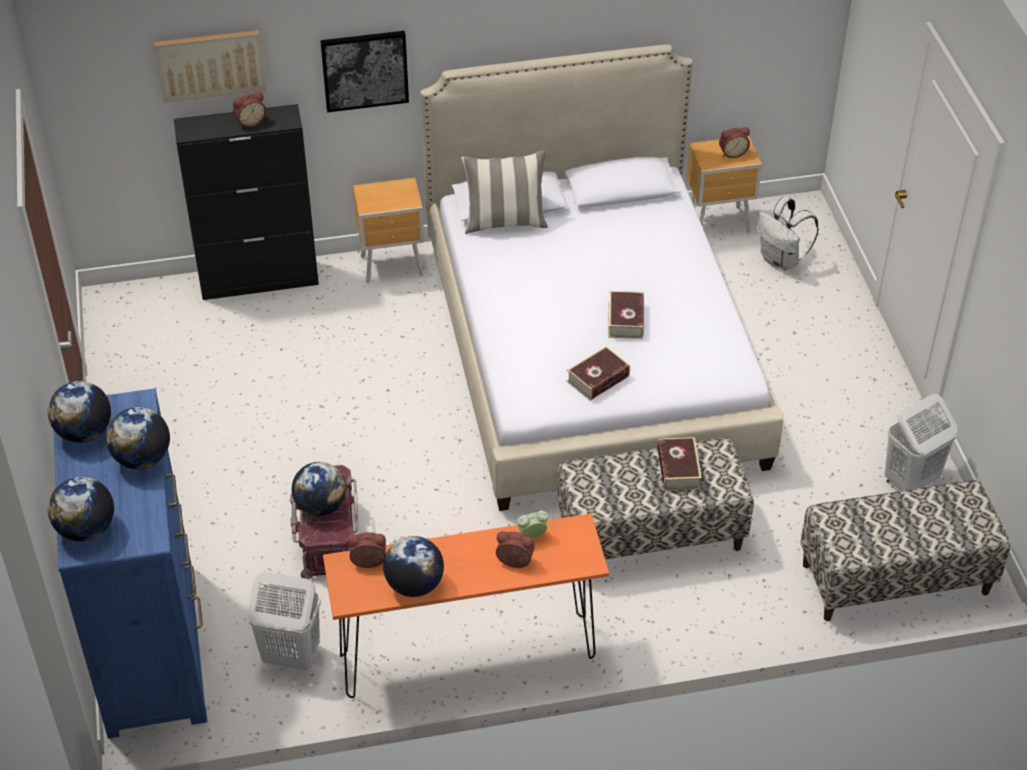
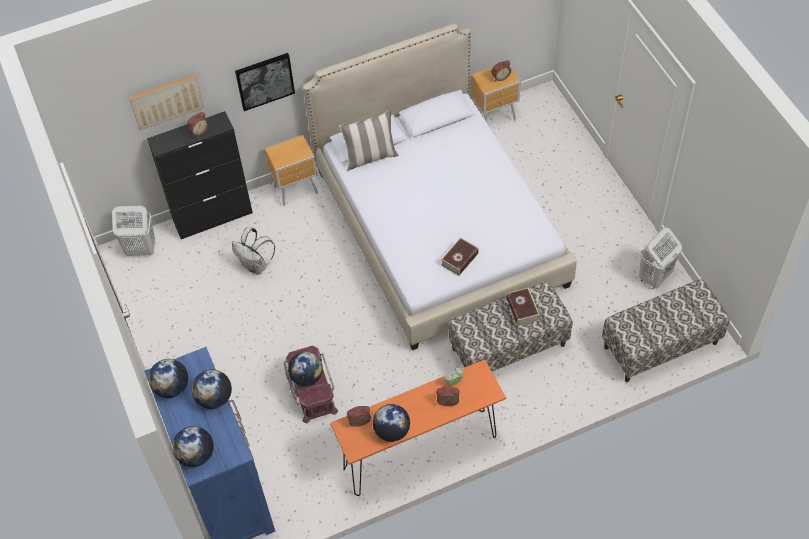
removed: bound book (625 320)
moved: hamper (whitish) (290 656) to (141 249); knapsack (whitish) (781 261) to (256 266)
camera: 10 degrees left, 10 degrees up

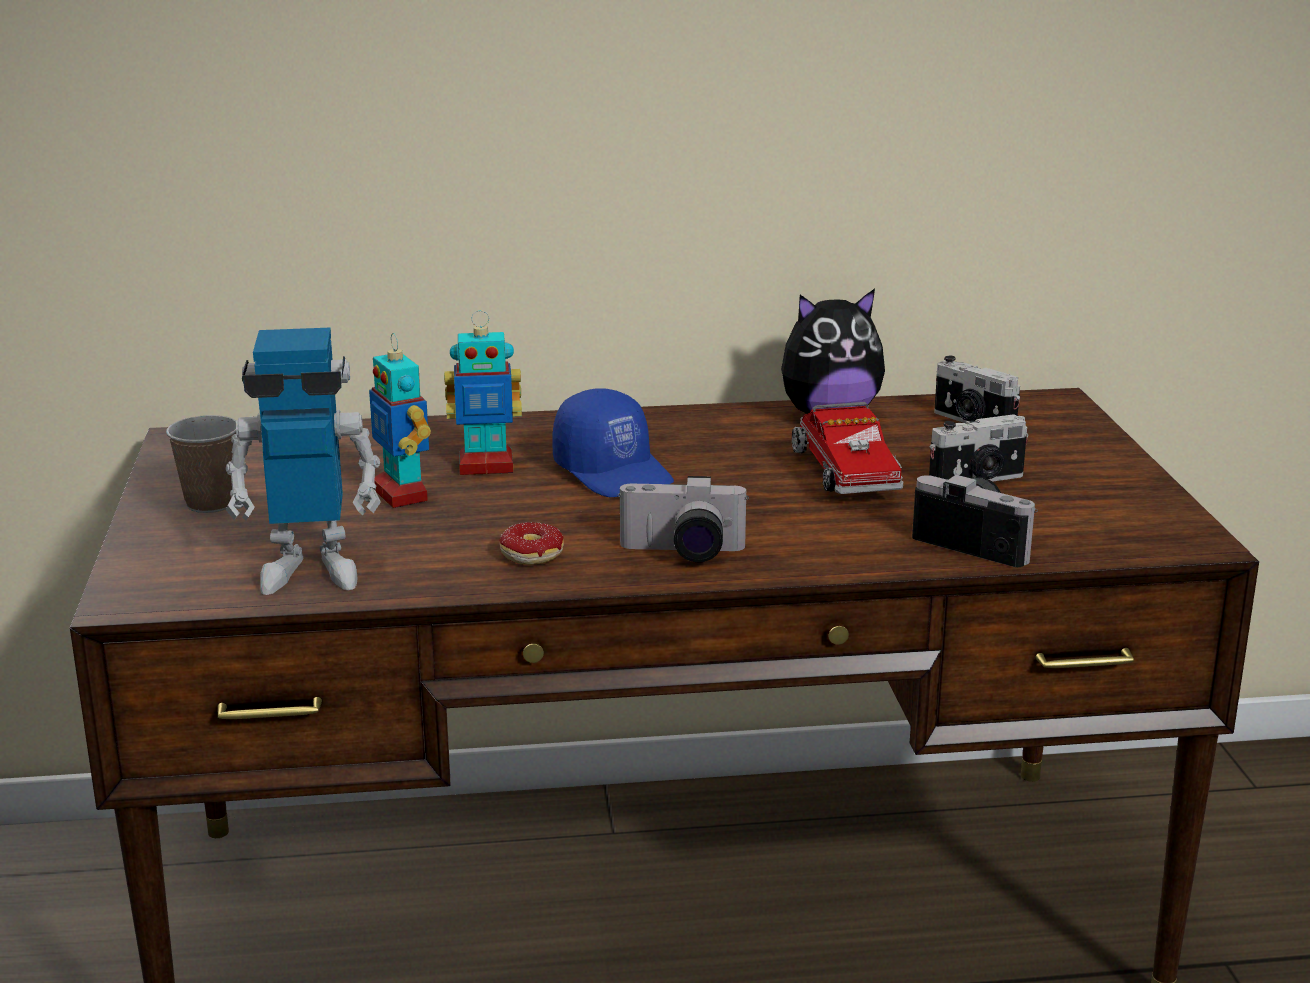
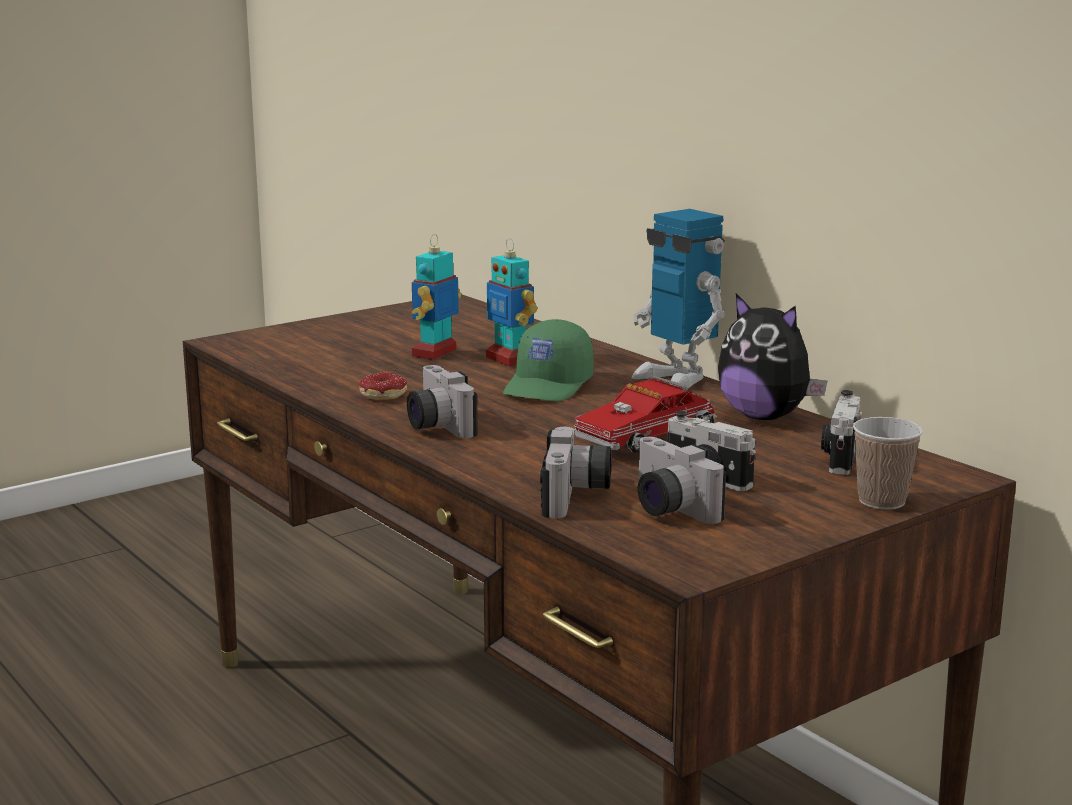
added: photo camera (665 509)
moved: small cup (211 503) to (881 501); robot figure (310 570) to (676 378)
recoloured: peaked cap (blue-coloured) (615 472) to peaked cap (greenish) (549 386)
camera: 60 degrees right, 5 degrees down

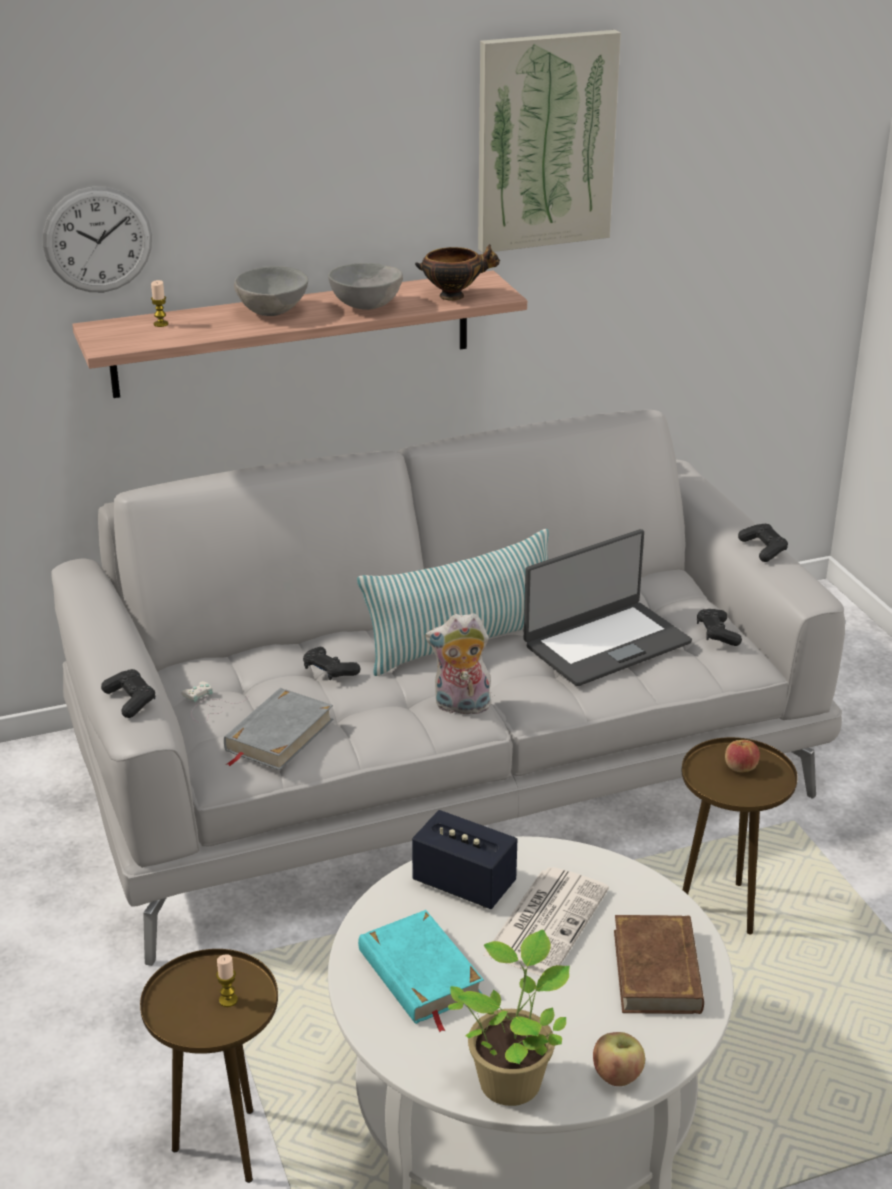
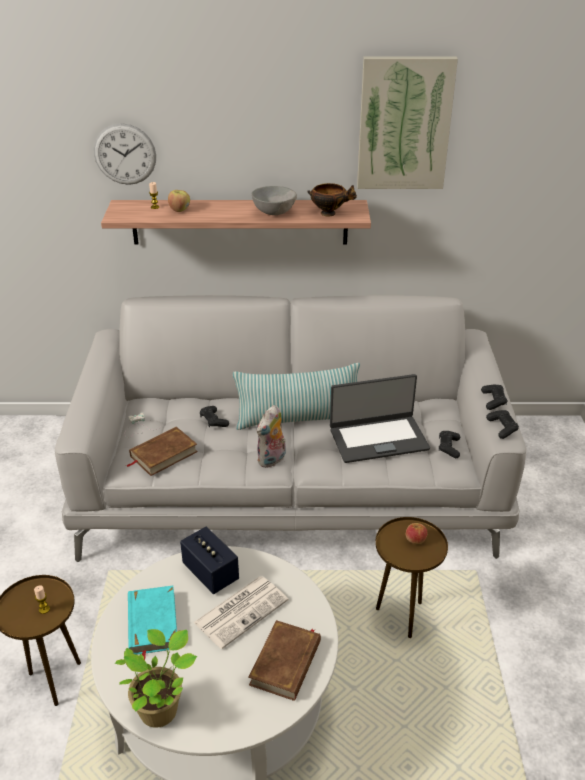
removed: bowl (grey) (274 312)
moved: joypad (blackish) (130 700) to (502 428); apple (617 1075) to (179 210)
recoloured: bound book (grey) (278 735) to bound book (brown-coloured) (163 454)
turned: soft toy (461 707) = (272 460) 75 degrees counterclockwise
camera: 20 degrees right, 5 degrees up

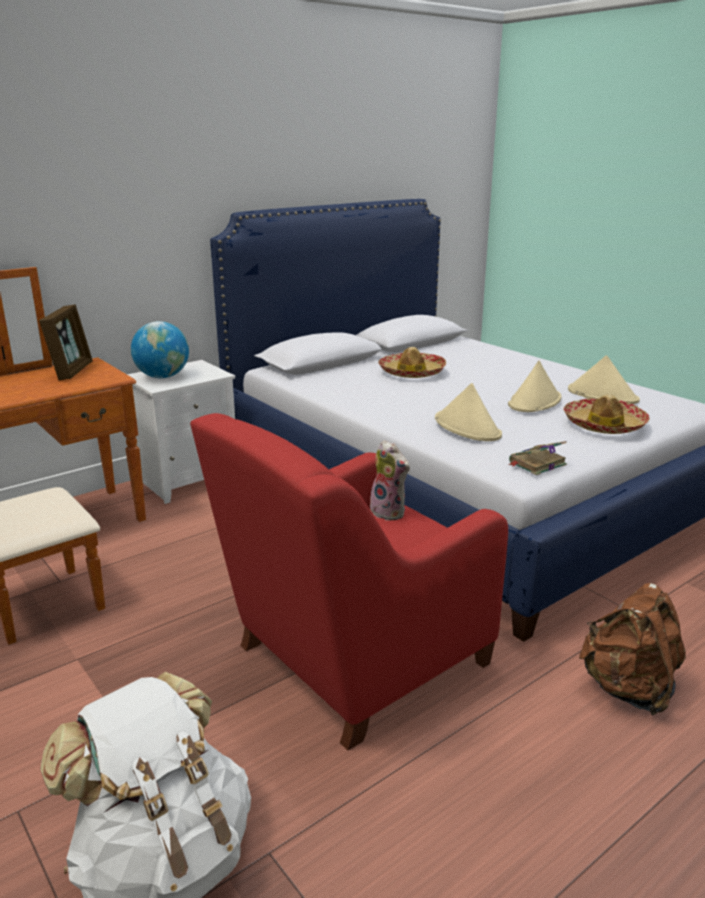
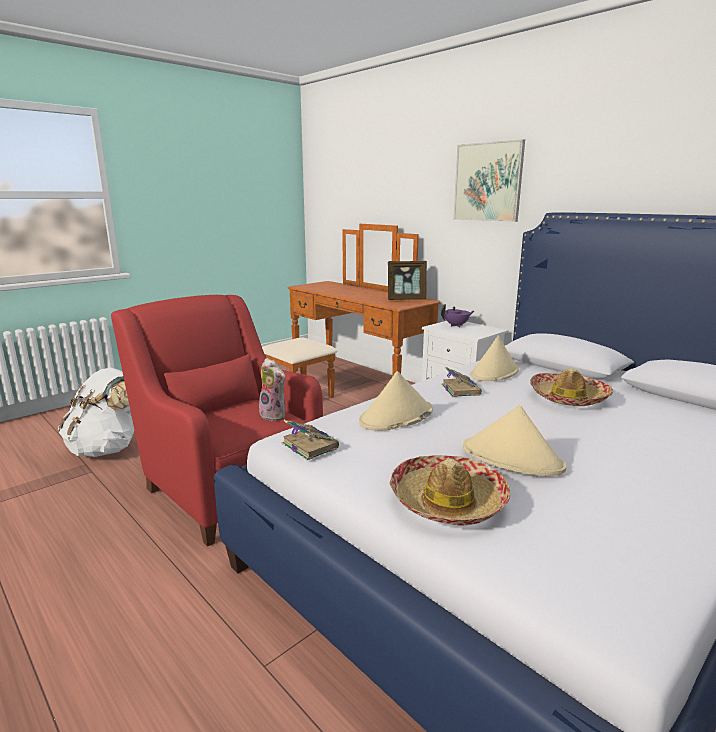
removed: knapsack (brown-coloured) (628 689)
added: bound book (460 389); picture (488 182)
moved: wearable hat (sand-coloured) (602 395) to (494 372)
replaced: desk globe (162 377) to teapot (purple-coloured) (456 325)
turned: soft toy (390 512) = (275 415) 90 degrees counterclockwise
camera: 85 degrees right, 5 degrees down

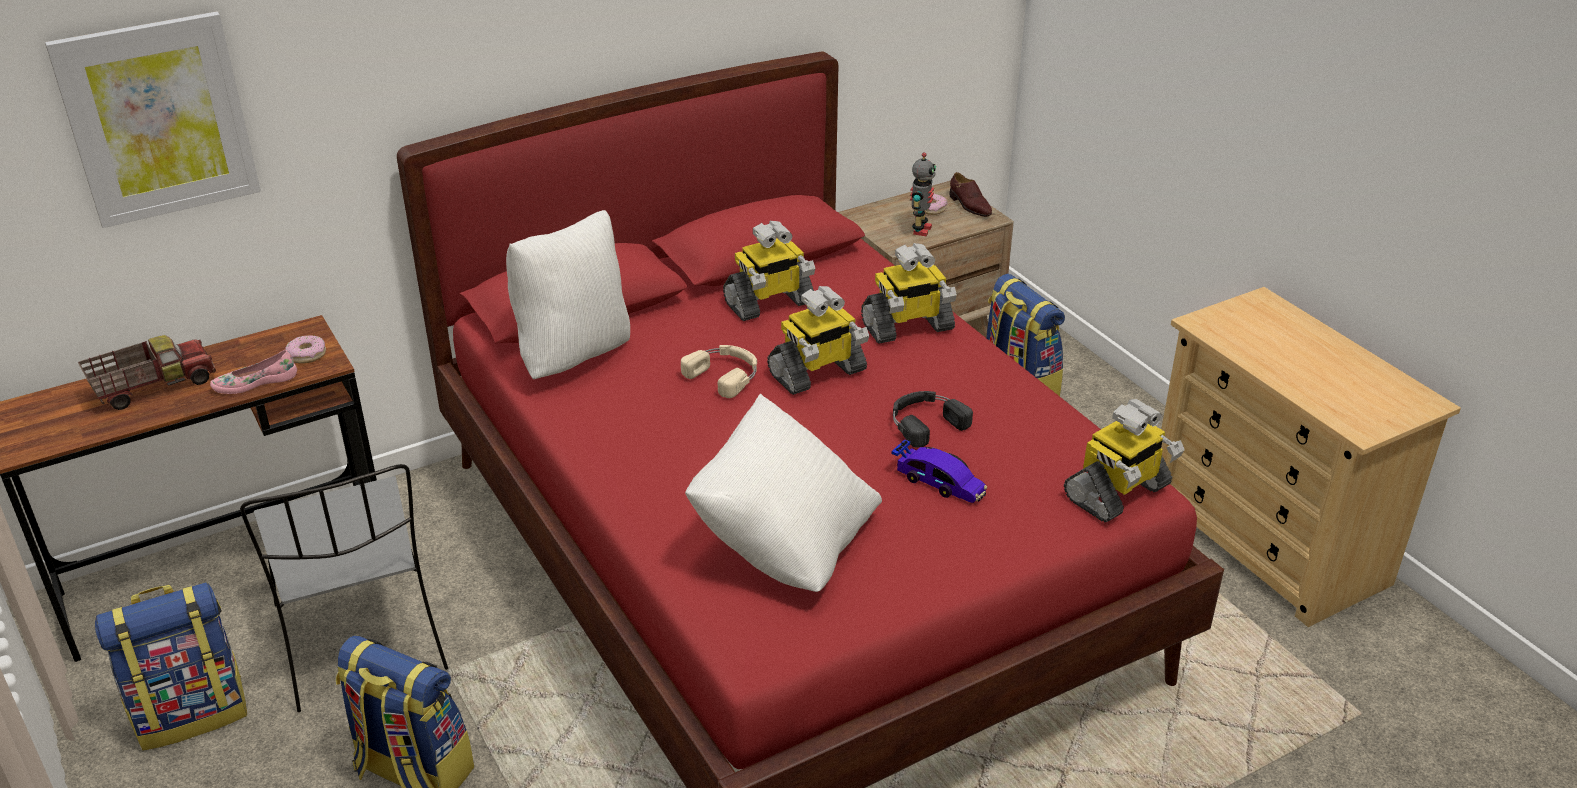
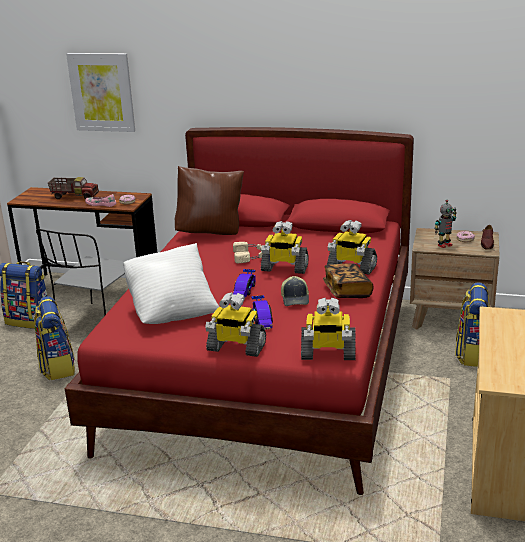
added: model car (244 290); bound book (347 291)
moved: robot figure (769 303) to (235 347)
replaced: headphones (blackish) (925 422) to peaked cap (295 299)
recoloured: throw pillow (whitish) (574 355) to throw pillow (brown-coloured) (211 232)
camera: 45 degrees right, 10 degrees down

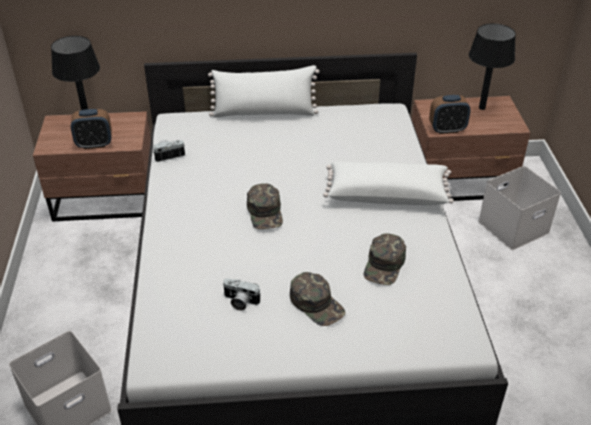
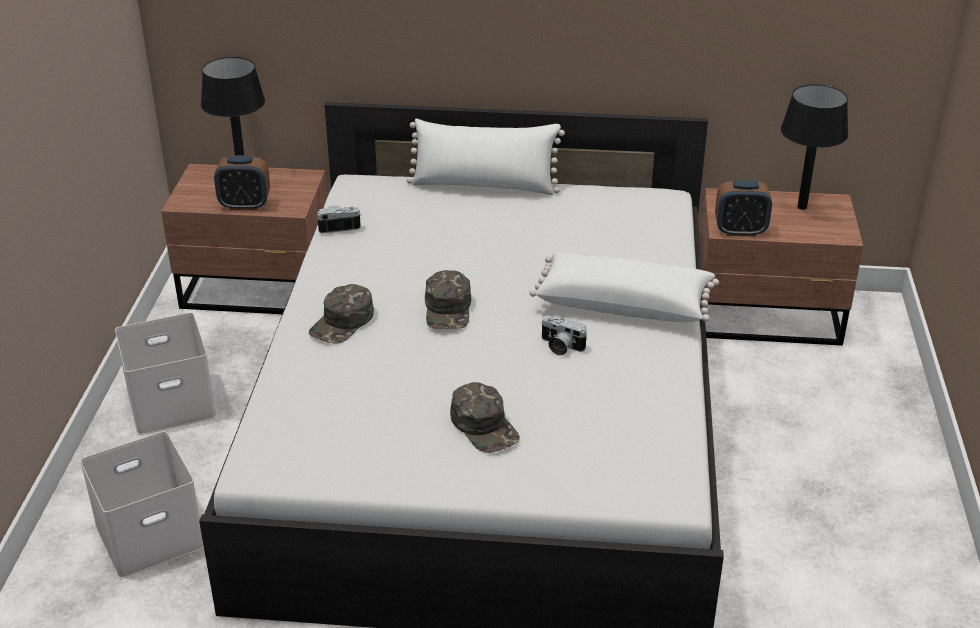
moved: photo camera (240 302) to (560 346); peaked cap (greenish) (385 265) to (343 322); storage box (whitish) (513 226) to (172 402)
camera: 10 degrees right, 5 degrees down

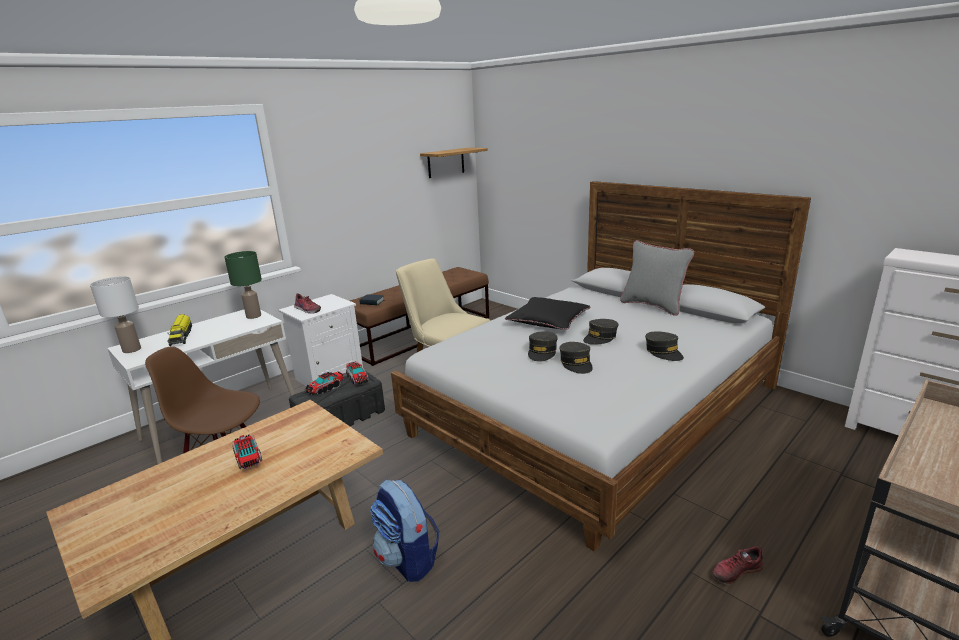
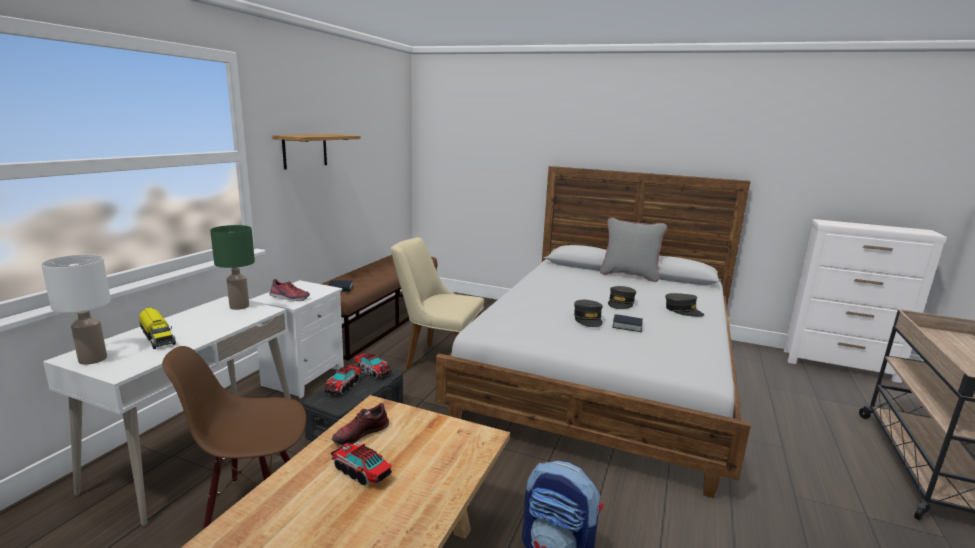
removed: throw pillow (blackish) (548 320)
moved: shelf (446 162) to (305 151); item of footwear (735 571) to (360 433)
replaced: peaked cap (grey) (576 363) to bound book (627 326)
camera: 25 degrees left, 5 degrees down

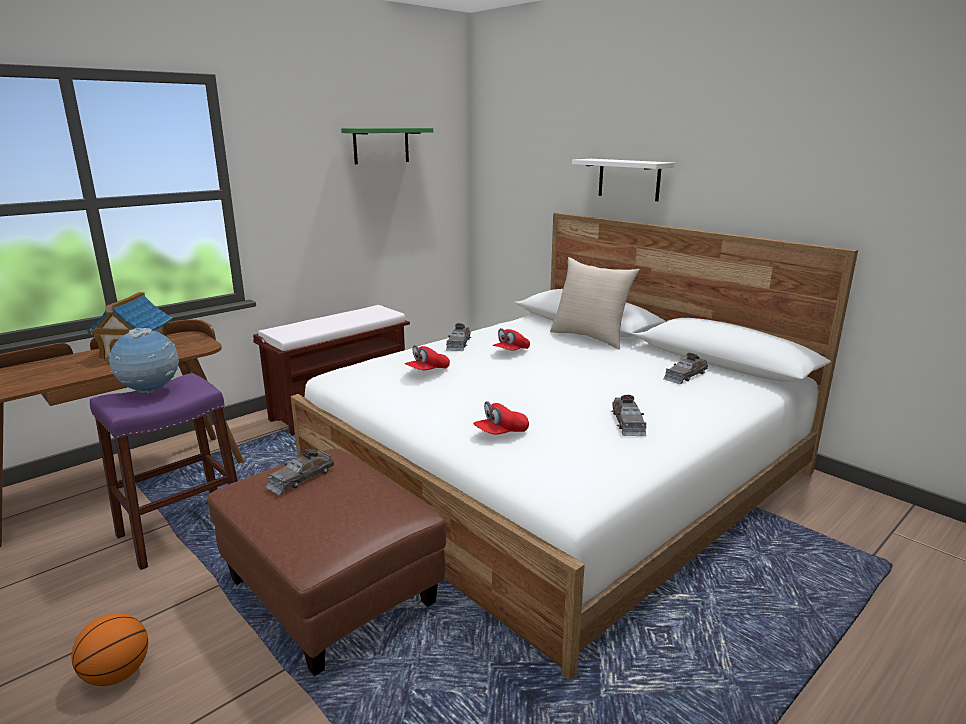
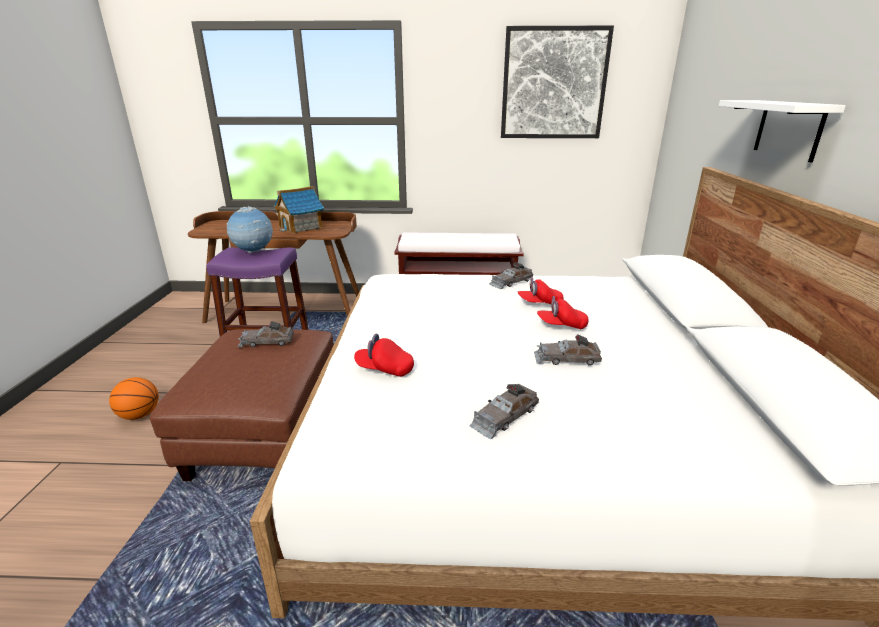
removed: throw pillow (sand-coloured) (590 337)
moved: peaked cap (red-coloured) (427 371) to (561 325); model car (grey) (685 375) to (566 359)
replaced: shelf (greenish) (381 145) to picture (554 84)
camera: 45 degrees right, 5 degrees up

